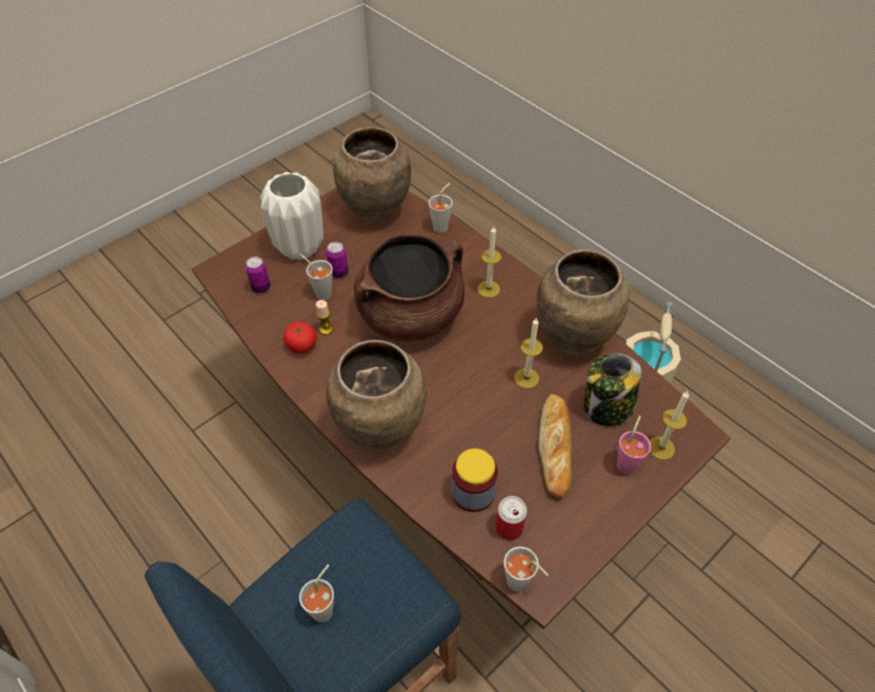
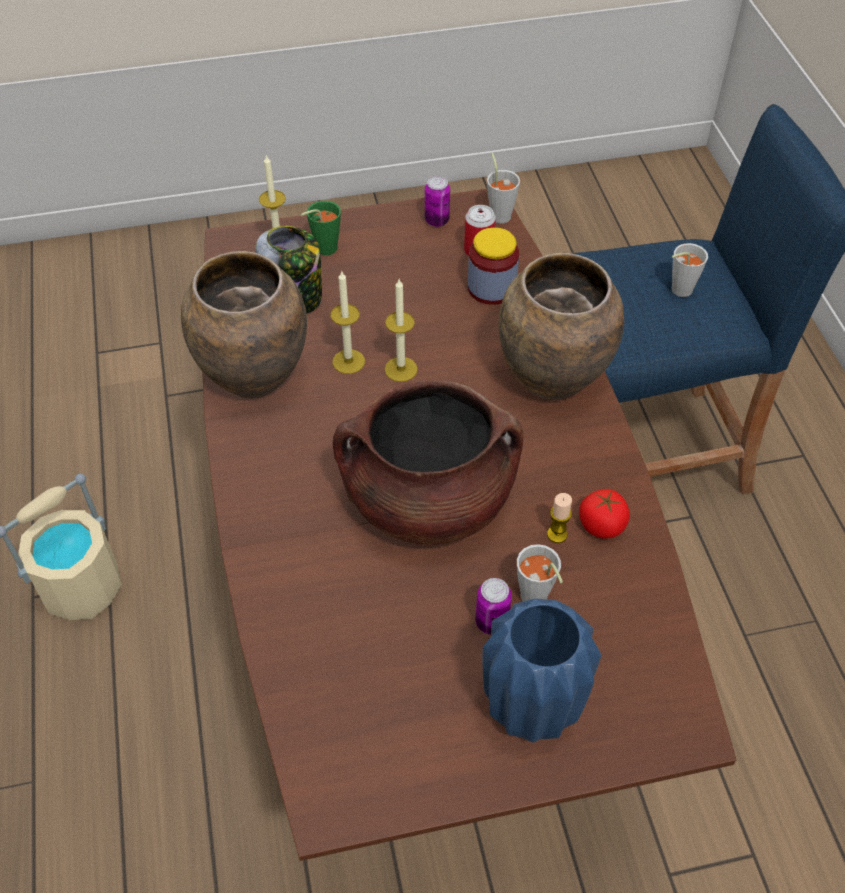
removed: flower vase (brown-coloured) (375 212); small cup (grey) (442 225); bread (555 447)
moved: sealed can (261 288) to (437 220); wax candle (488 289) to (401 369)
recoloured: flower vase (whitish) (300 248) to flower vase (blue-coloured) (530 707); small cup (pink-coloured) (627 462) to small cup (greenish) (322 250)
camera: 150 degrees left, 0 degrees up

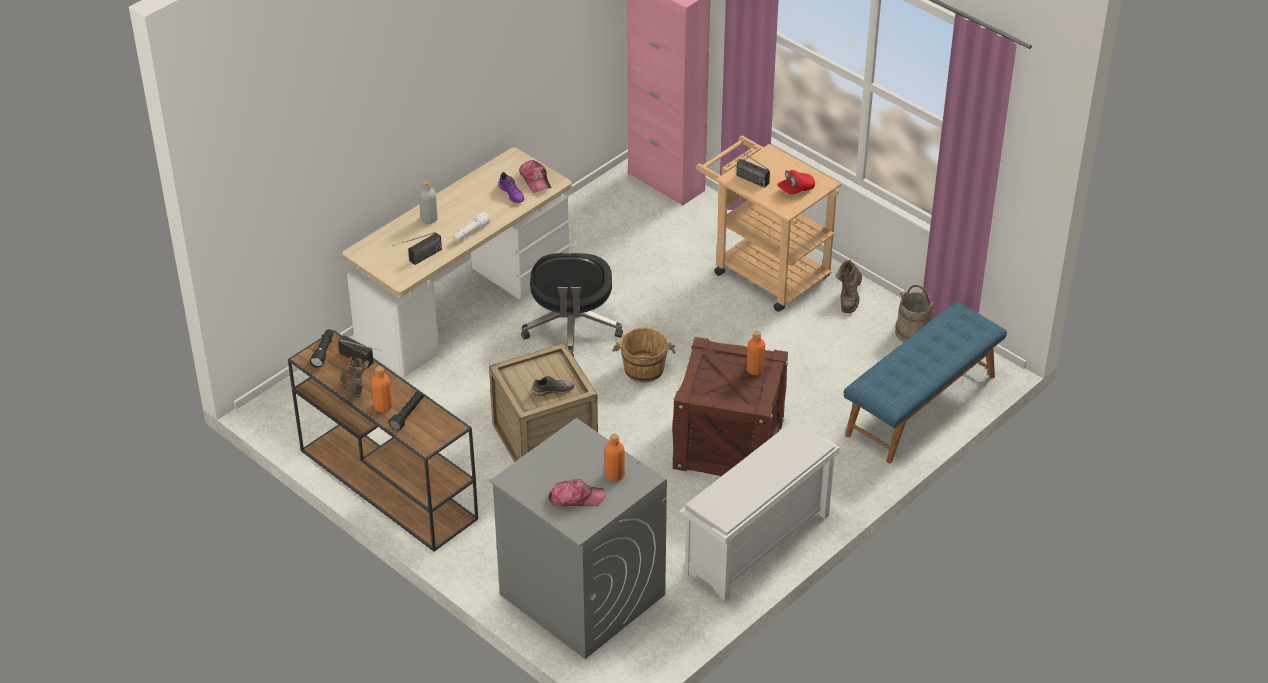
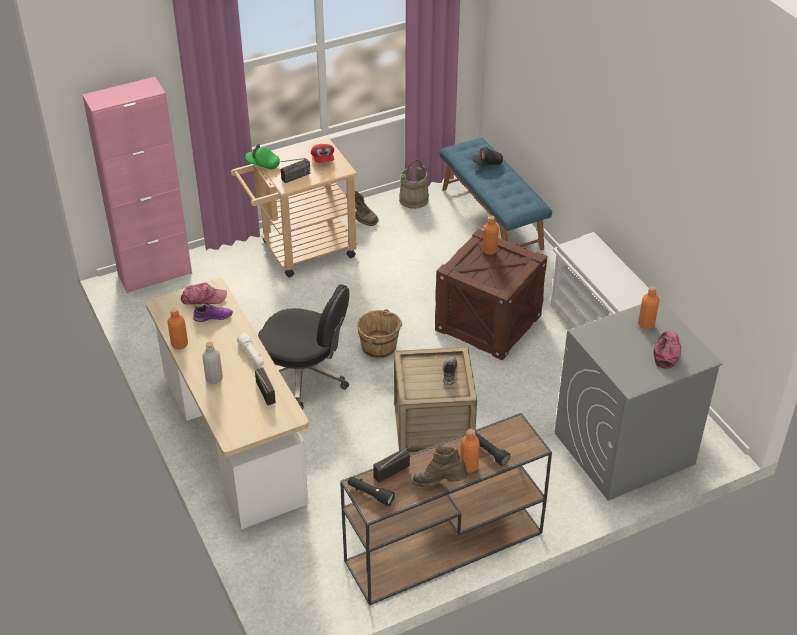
added: drink bottle (orangey) (179 344); peaked cap (greenish) (263 164); peaked cap (blackish) (486 163)
camera: 70 degrees left, 0 degrees up

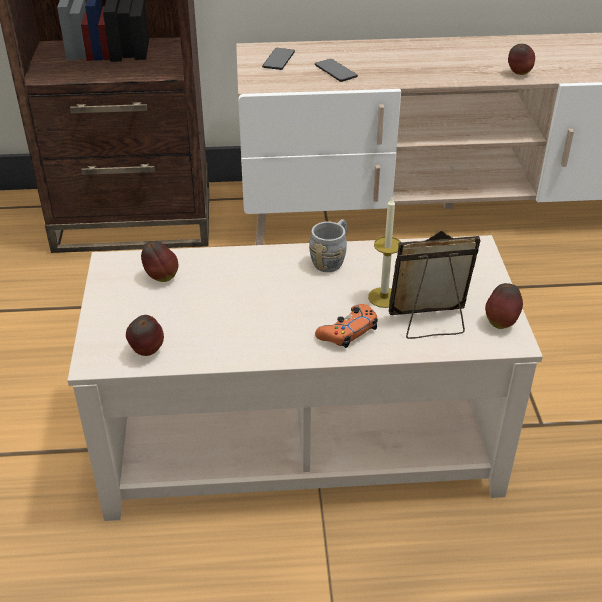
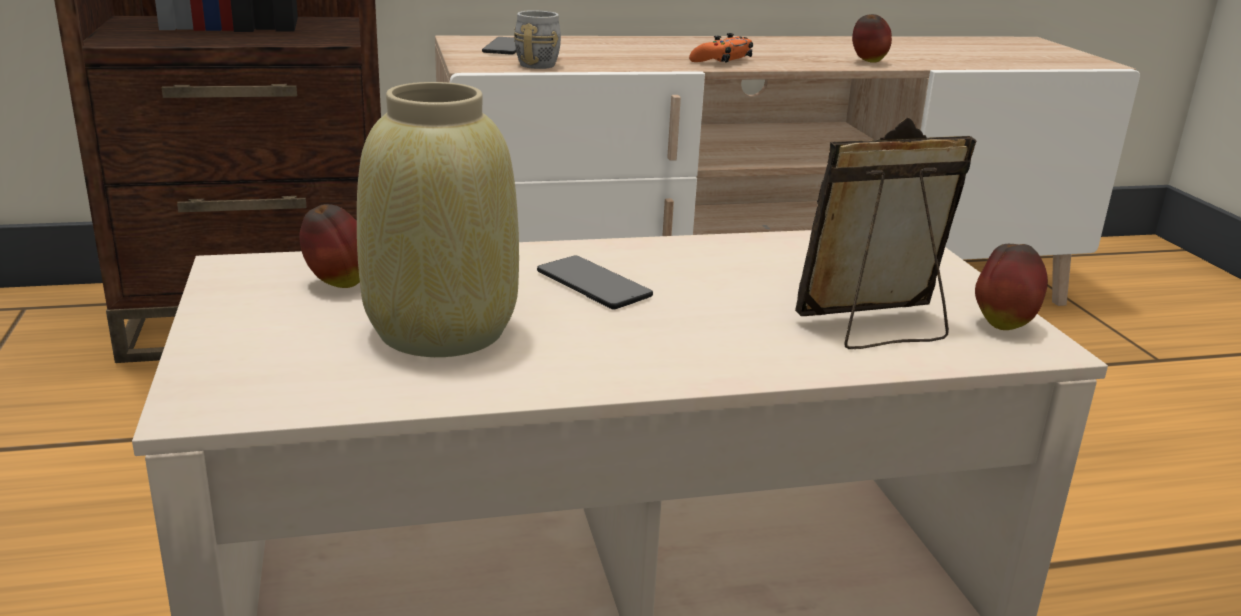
removed: apple (147 352); wax candle (384 297)
added: flower vase (sand-coloured) (443 332)
moved: mug (grey) (331 259) to (542 63); phone (335 71) to (593 284); joypad (orangey) (348 332) to (722 60)
camera: 10 degrees left, 15 degrees down

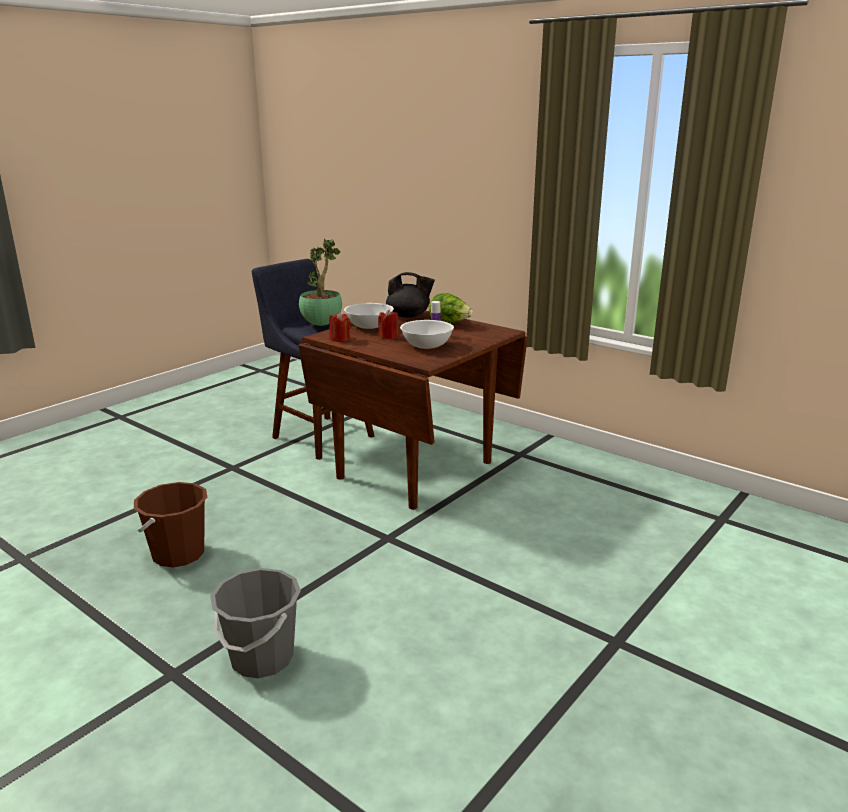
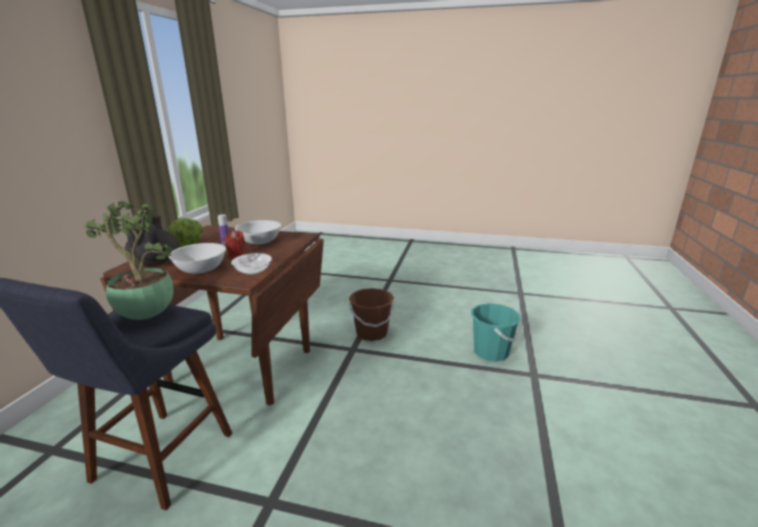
moved: pail (brown-coloured) (178 554) to (371 333)
replaced: wax candle (red-coloured) (340 339) to bowl (253 271)
recoloured: pail (grey) (262 658) to pail (blue-green) (491 352)
camera: 115 degrees left, 0 degrees up

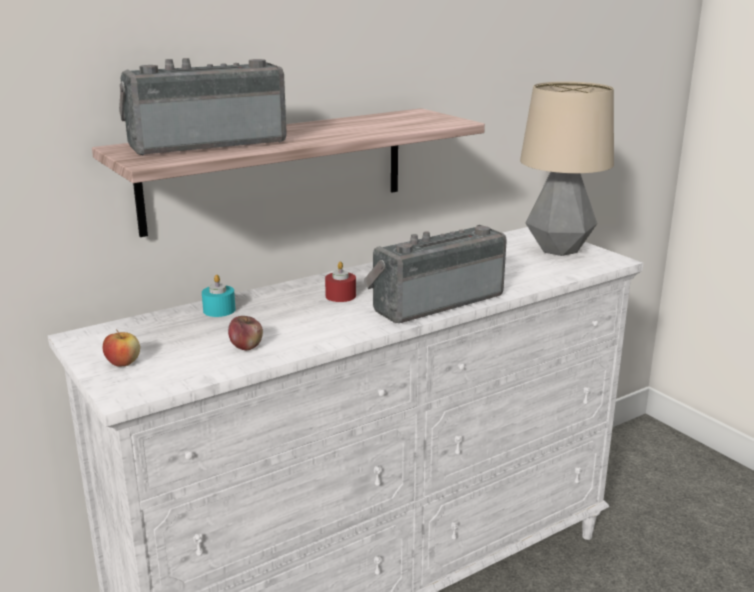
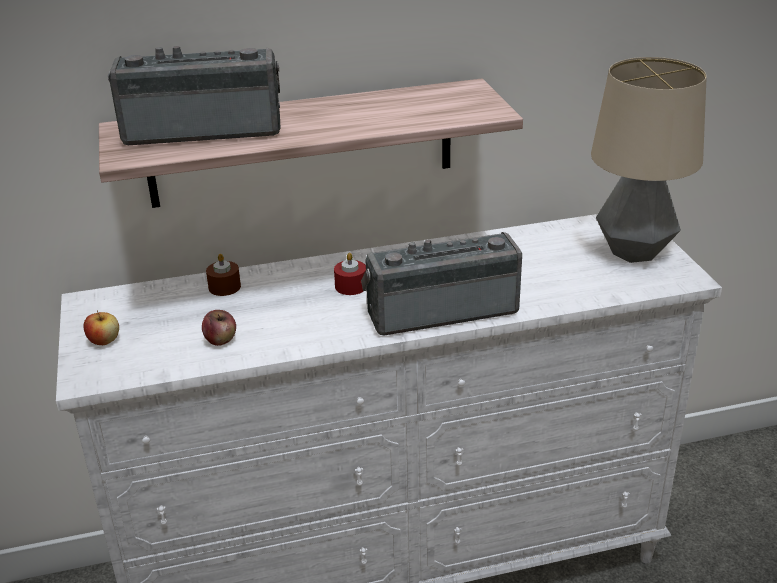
recoloured: wax candle (blue-green) (219 310) to wax candle (brown-coloured) (224 287)
camera: 20 degrees right, 10 degrees up

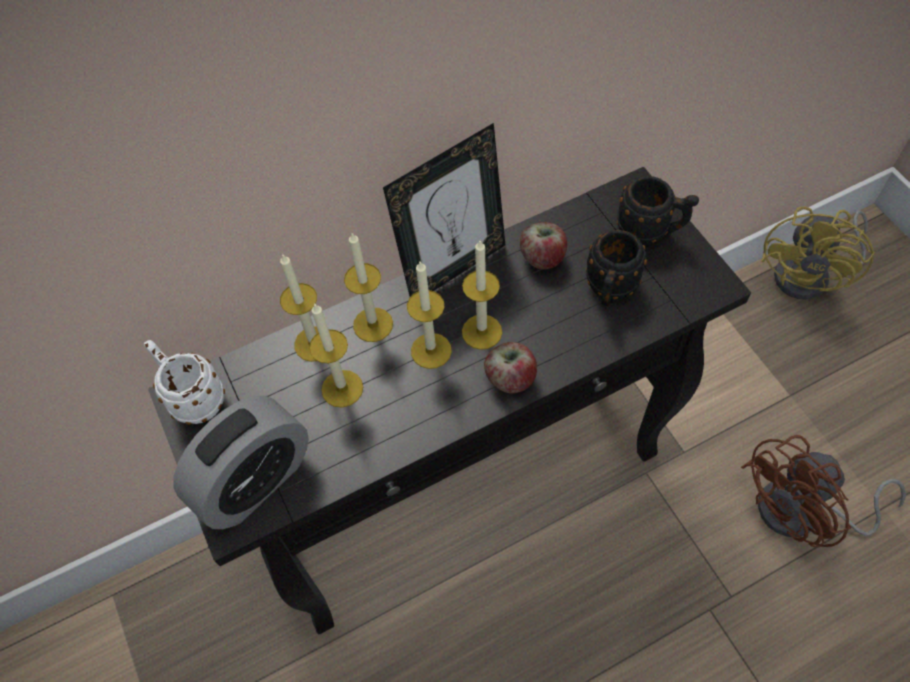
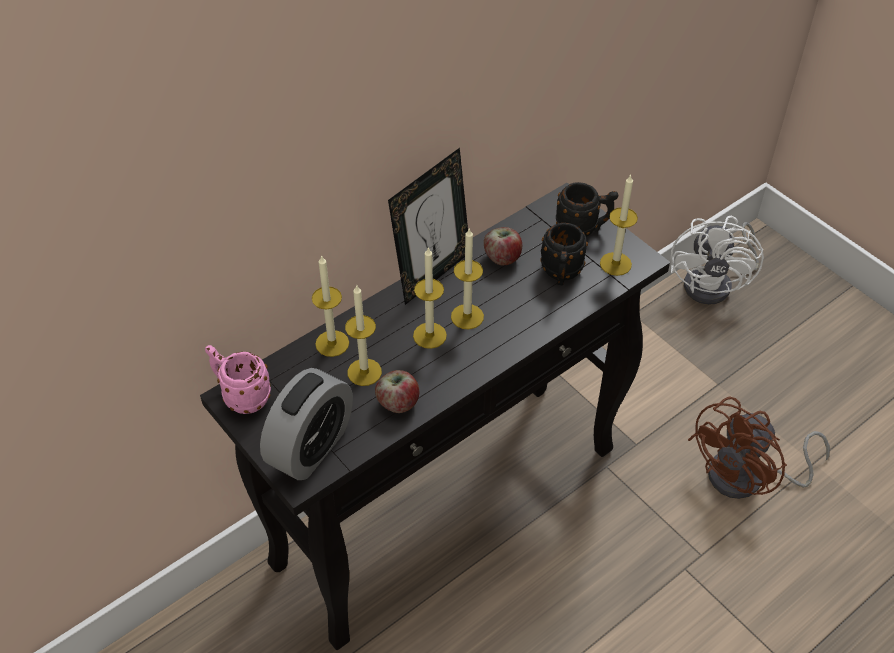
moved: wax candle (373 324) to (615 264); apple (510 378) to (398 403)
recoloured: mug (whitish) (193 397) to mug (pink-coloured) (241 396); cooling fan (yellow) (810 276) to cooling fan (whitish) (715 284)
camera: 15 degrees left, 10 degrees down

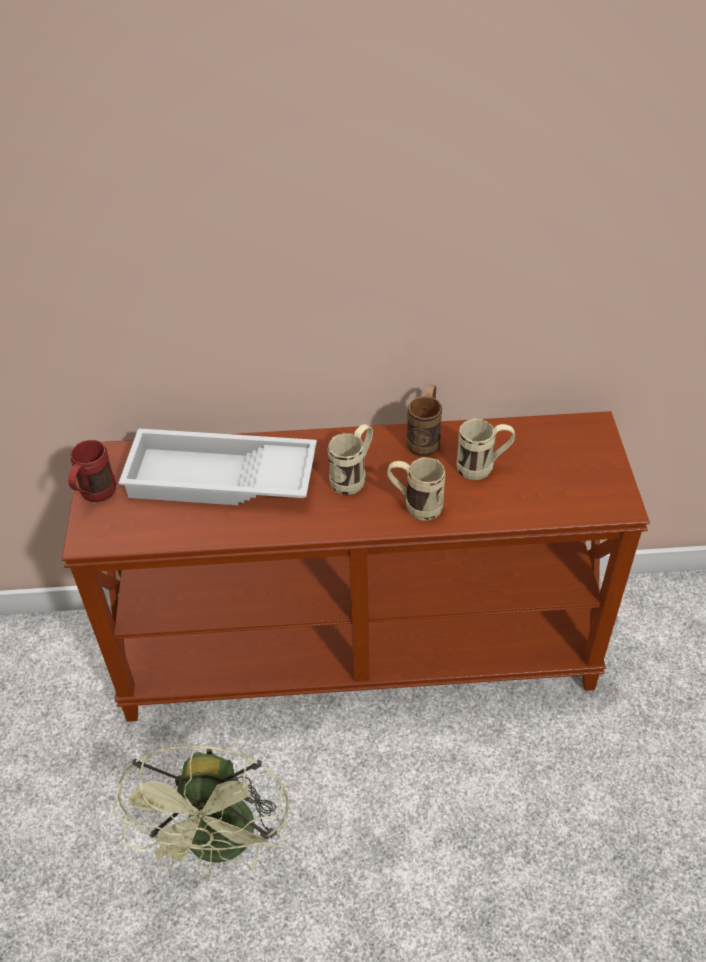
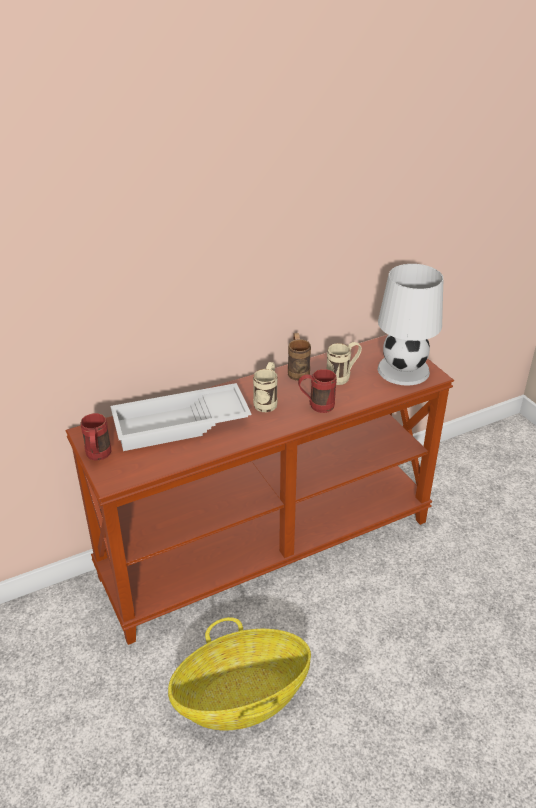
added: lamp for a table (whitish) (404 370)
replaced: cooling fan (greenish) (221 846) to basket (241 697)
recoloured: mug (sand-coloured) (415 506) to mug (red-coloured) (316 406)
camera: 25 degrees left, 10 degrees down

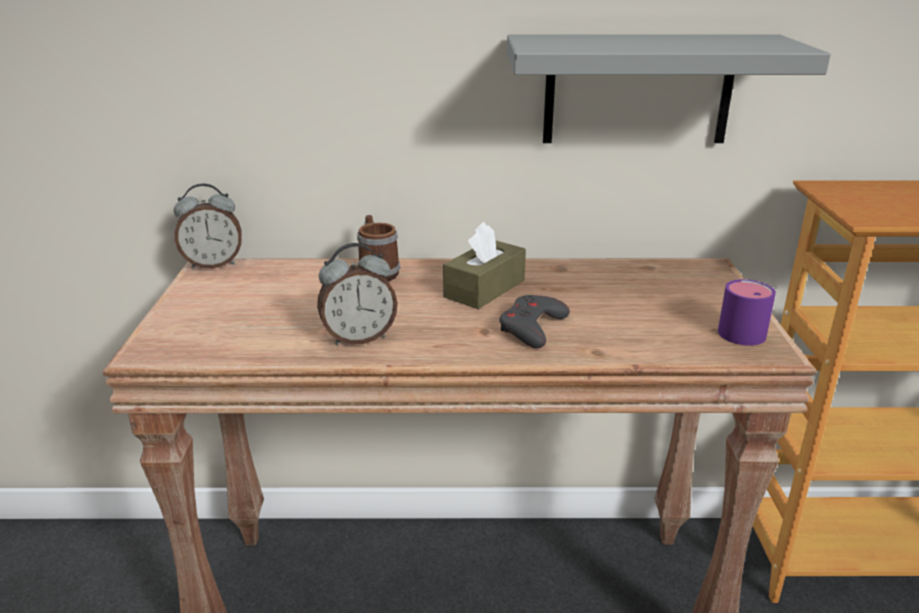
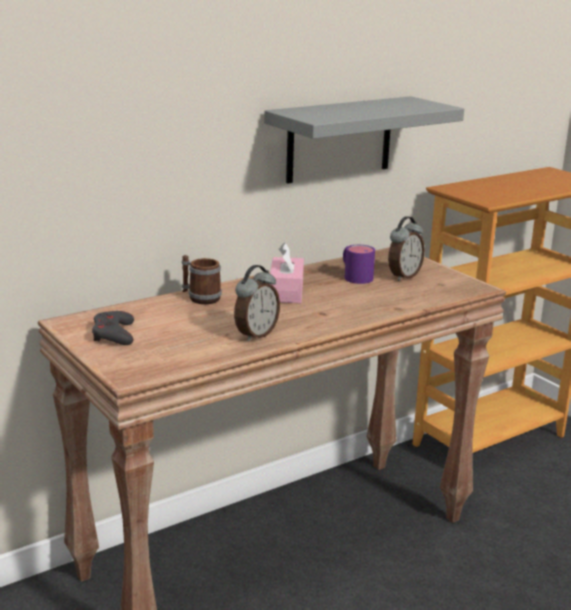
moved: alarm clock (213 264) to (403 276); joypad (grey) (532 327) to (113 334); mug (purple-coloured) (738 328) to (354 276)
recoloured: tissue holder (brown-coloured) (484 289) to tissue holder (pink-coloured) (286 291)
camera: 35 degrees left, 5 degrees down

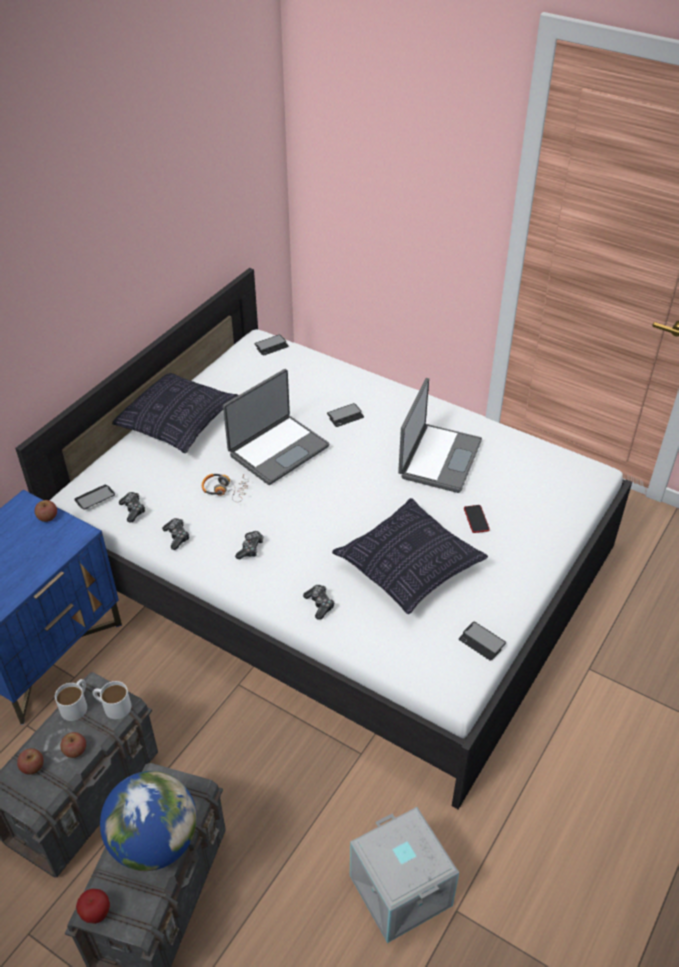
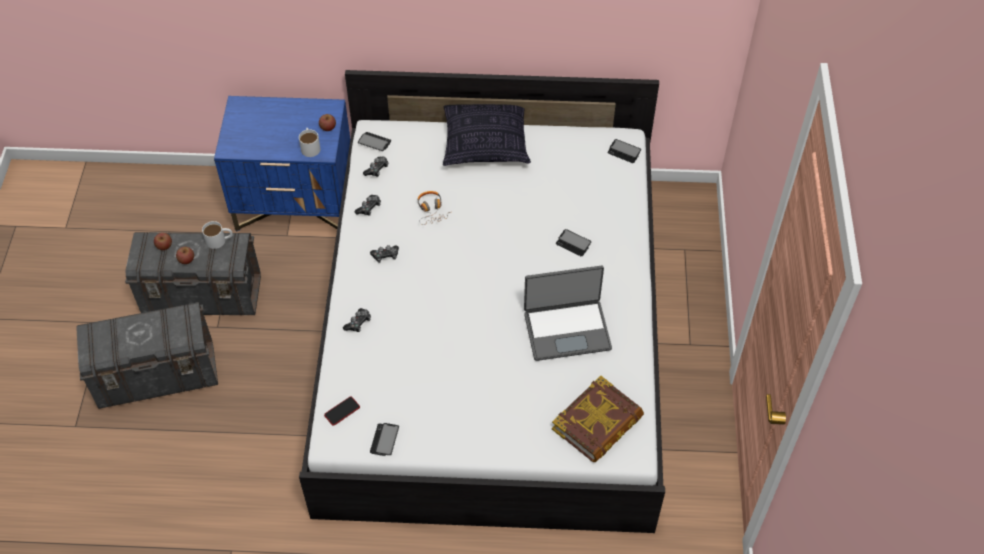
removed: apple (96 914); desk globe (154 842); notebook computer (277 450); throw pillow (408 567); storage box (grey) (398 890)
added: bound book (597 423)
moved: mug (whitish) (112 705) to (310 146); phone (476 519) to (342 411)
camera: 60 degrees right, 10 degrees up

